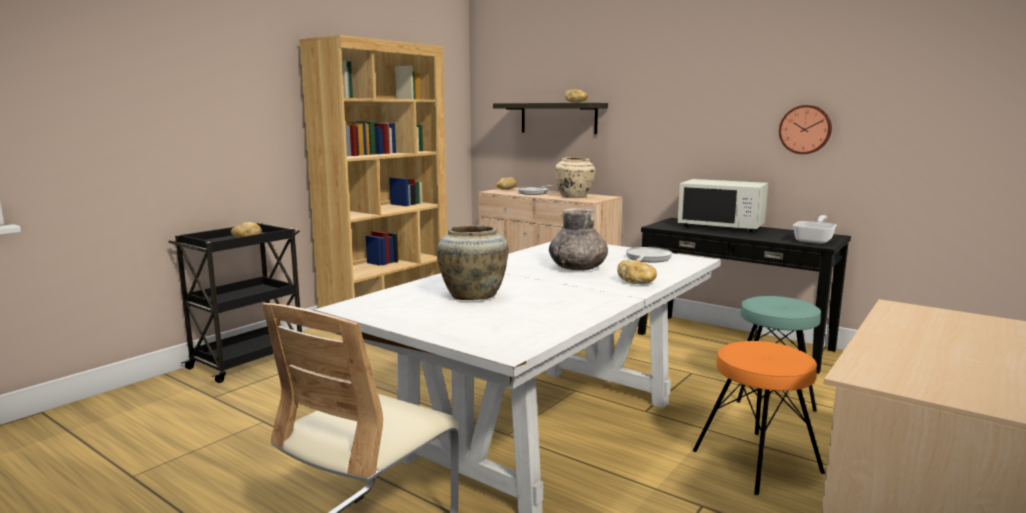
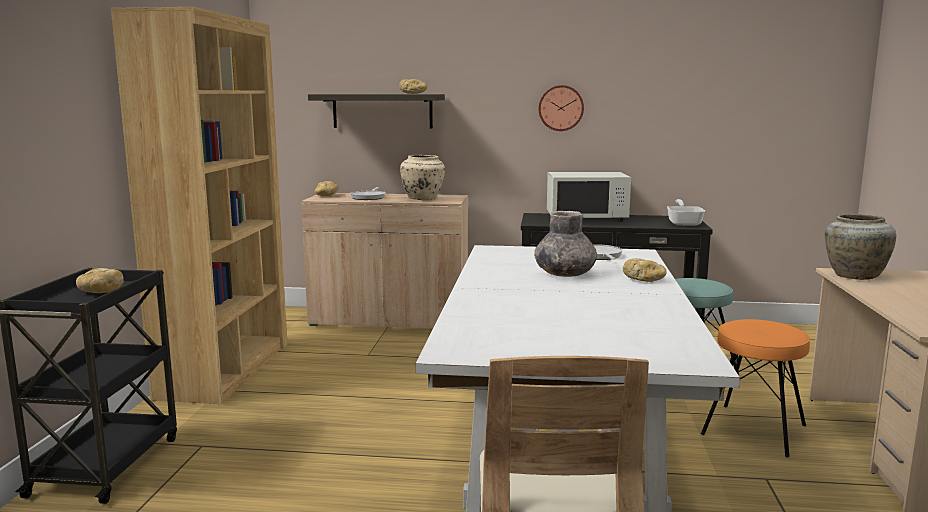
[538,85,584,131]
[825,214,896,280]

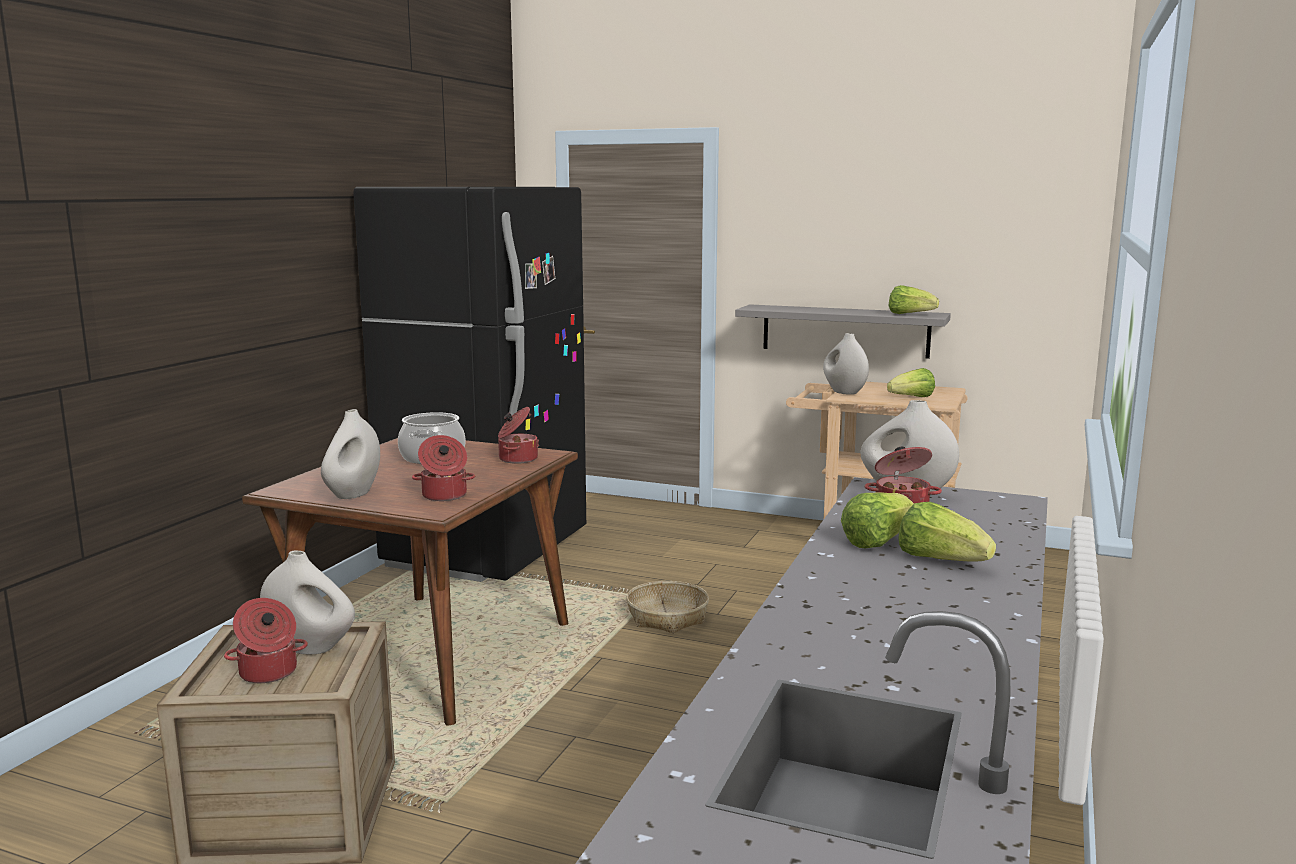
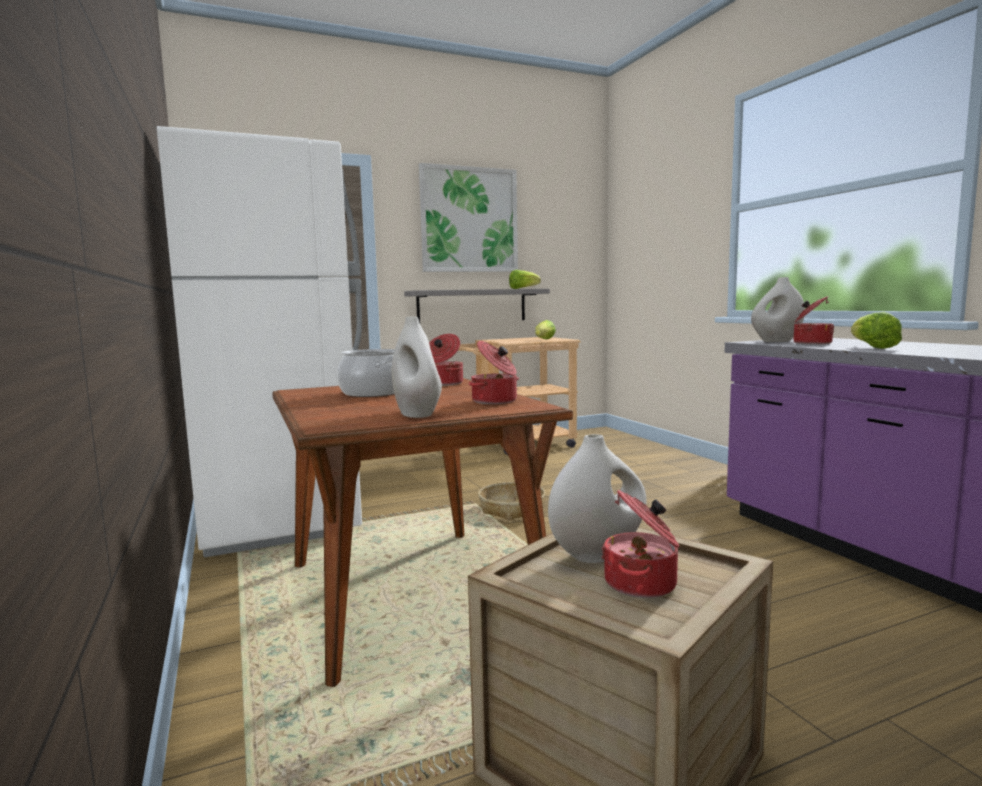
[157,126,362,557]
[419,163,518,272]
[823,333,869,395] (first image)
[898,502,996,562] (first image)

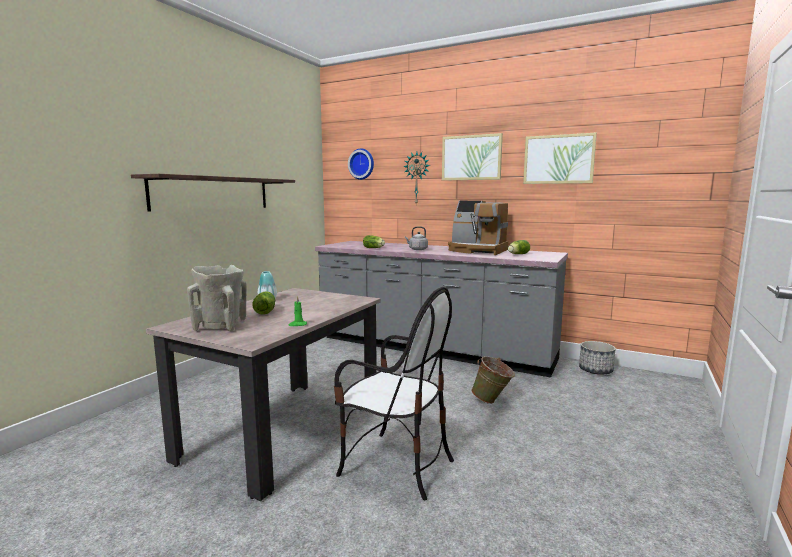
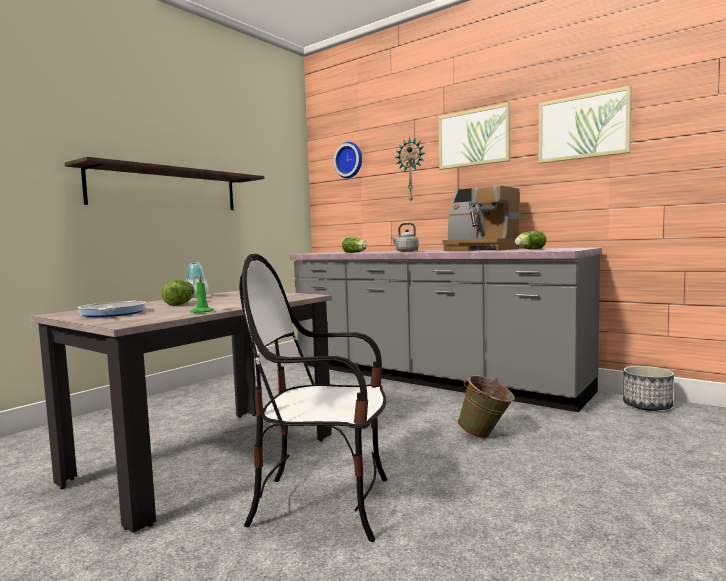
[78,301,146,317]
[239,254,387,542]

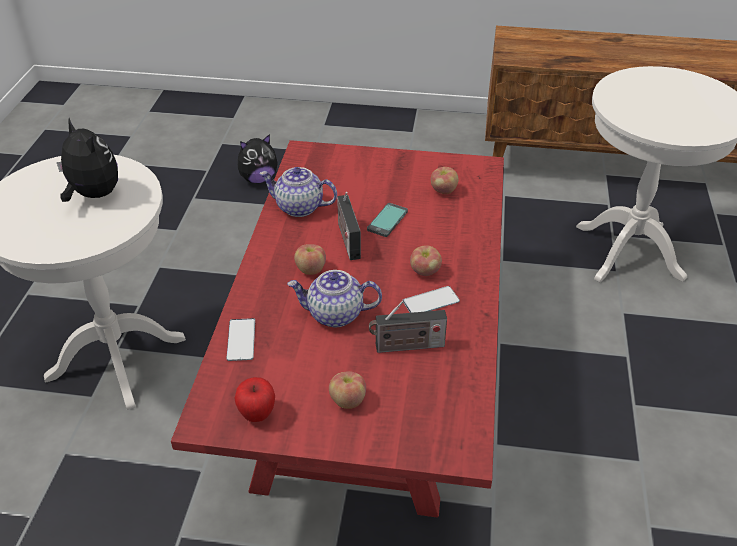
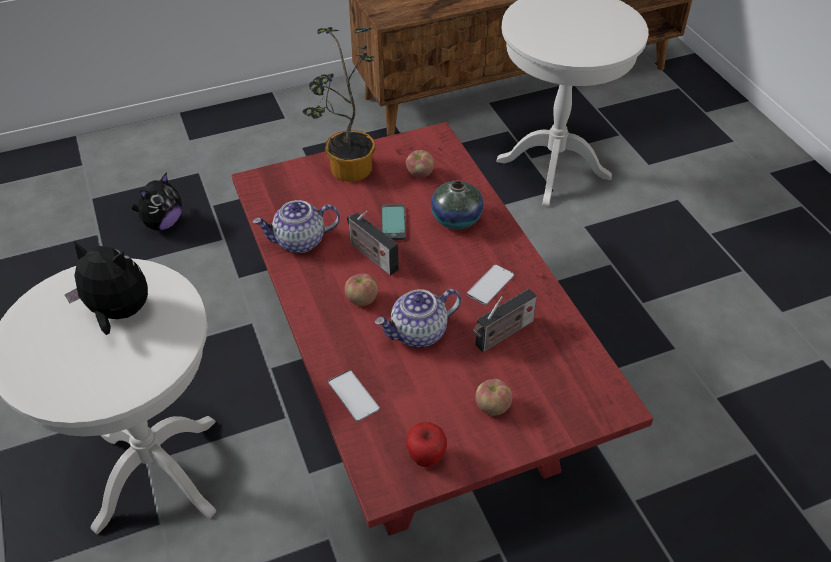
[302,27,375,182]
[431,181,484,229]
[410,245,442,276] (first image)

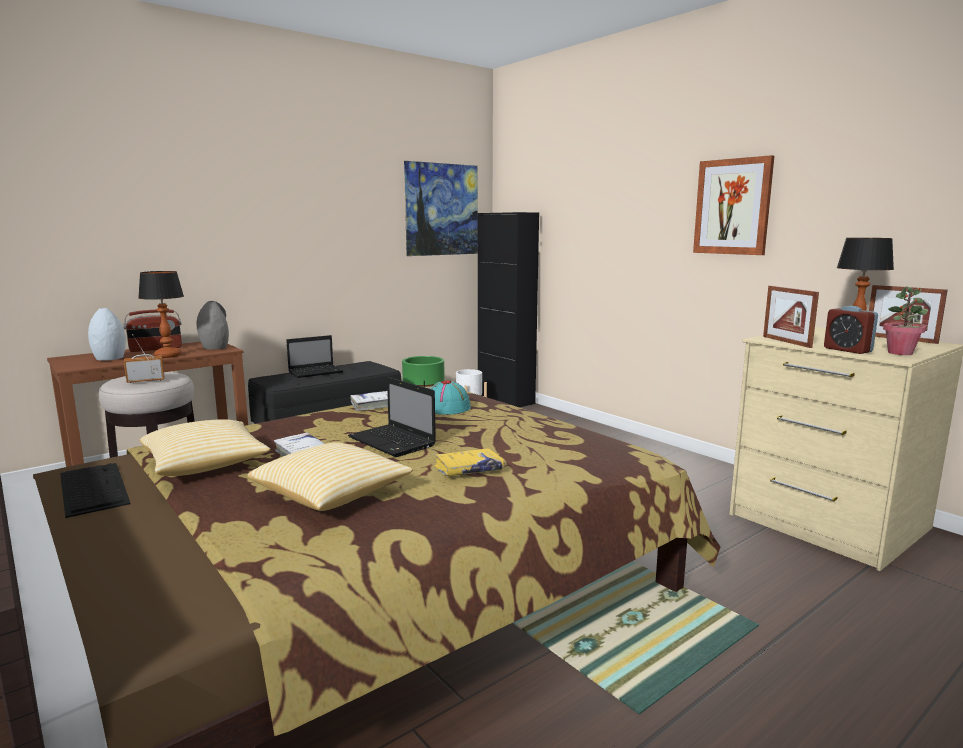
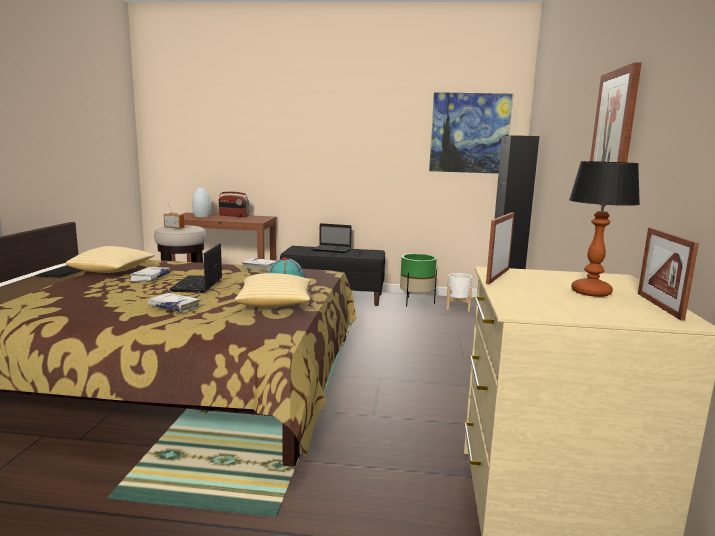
[148,293,201,312]
[235,273,311,307]
[138,271,184,358] (first image)
[197,301,229,349] (first image)
[824,306,878,354] (first image)
[883,286,928,355] (first image)

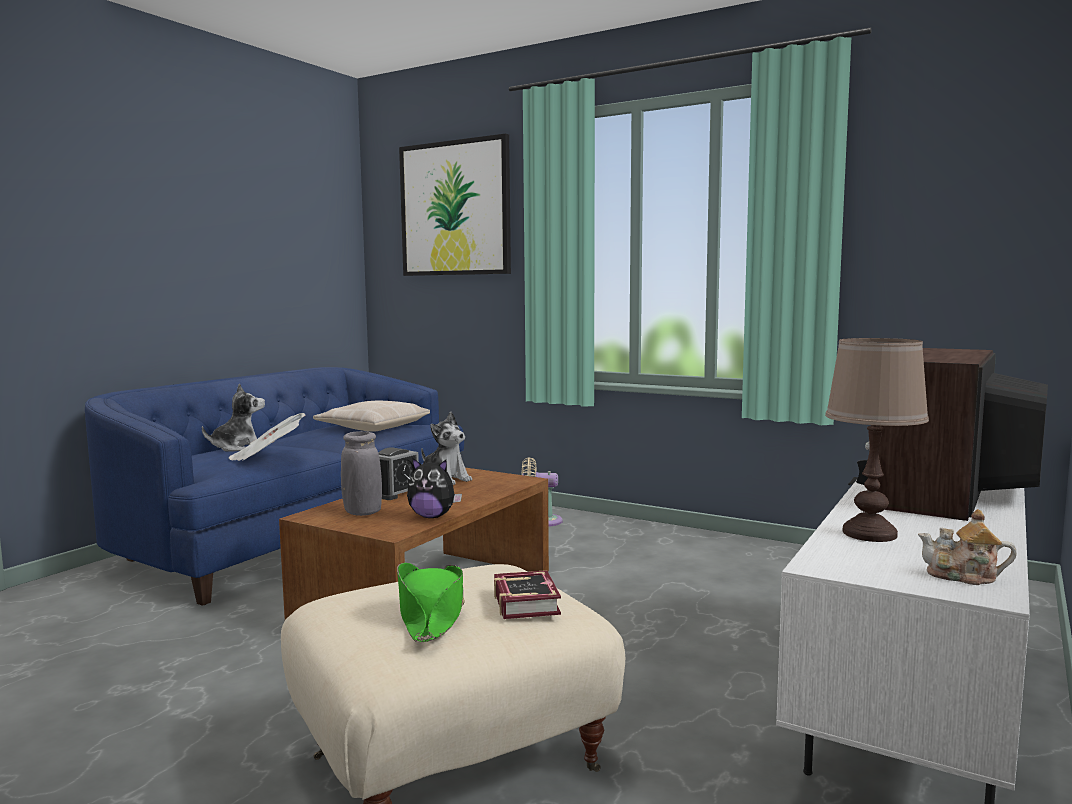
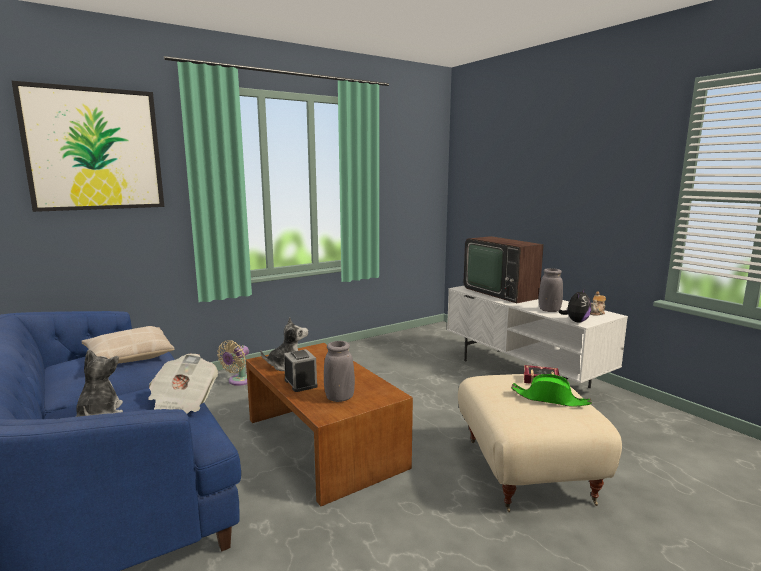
[539,268,563,312]
[559,288,591,323]

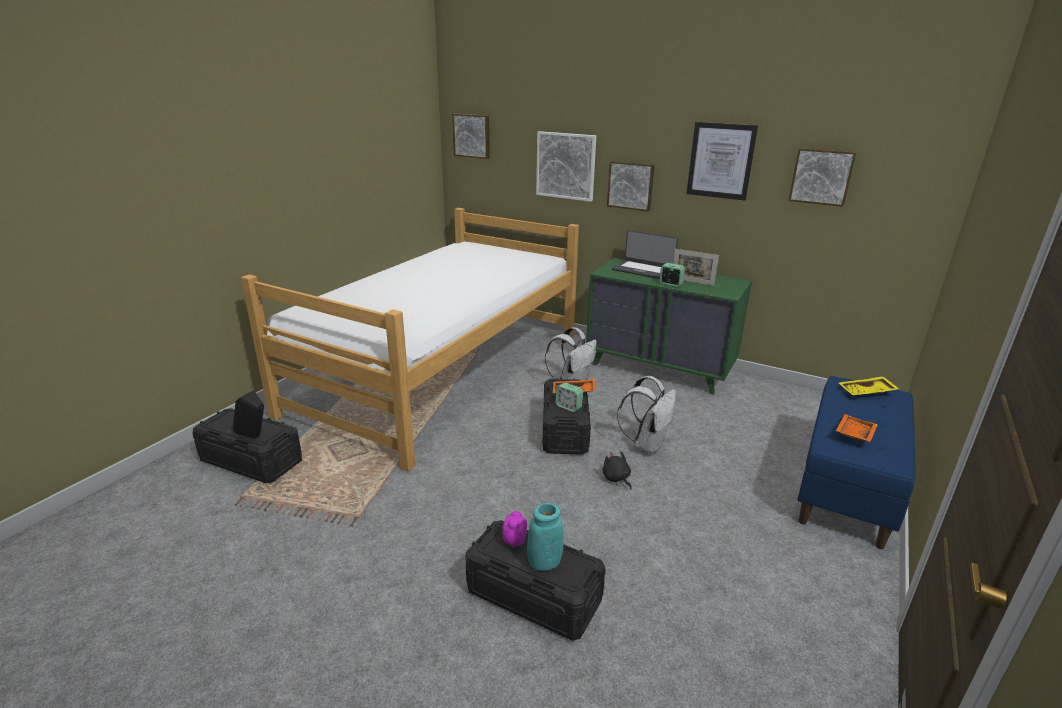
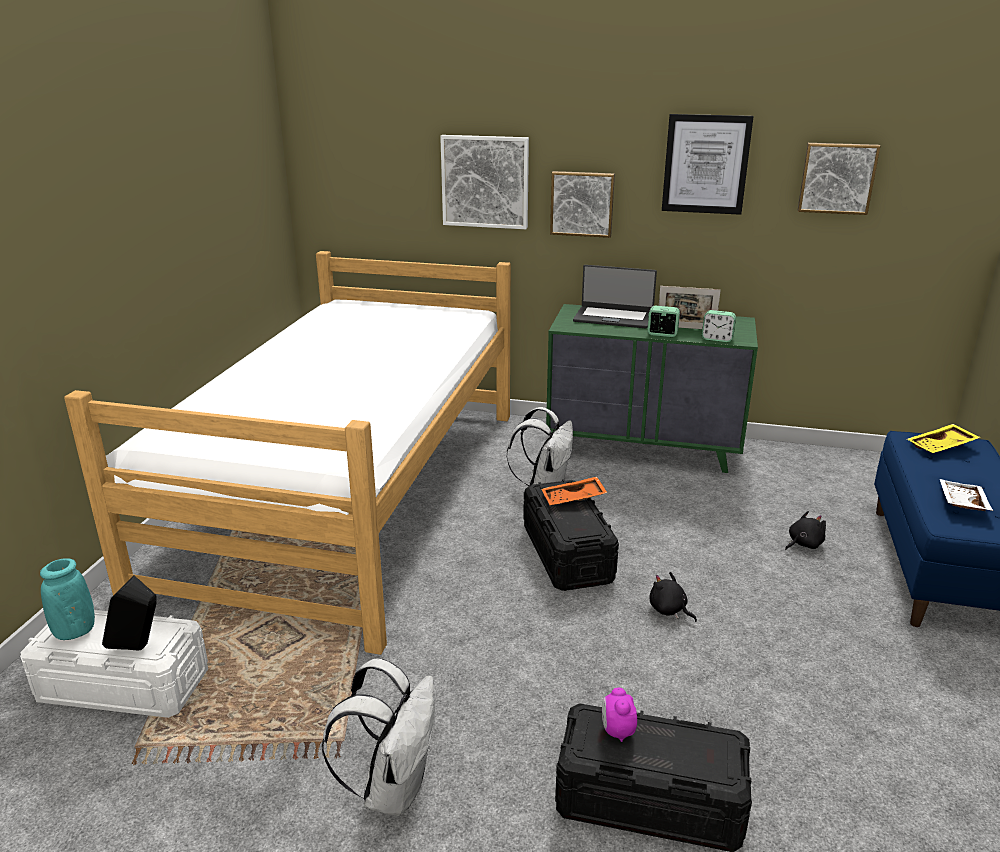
[20,610,208,718]
[40,559,95,640]
[322,658,435,816]
[702,310,736,342]
[785,511,826,550]
[940,479,993,511]
[452,113,490,159] (first image)

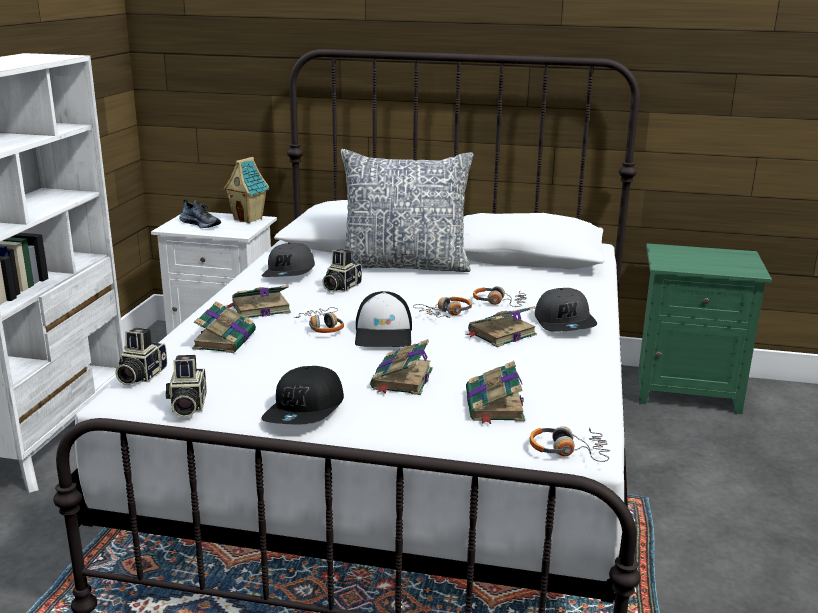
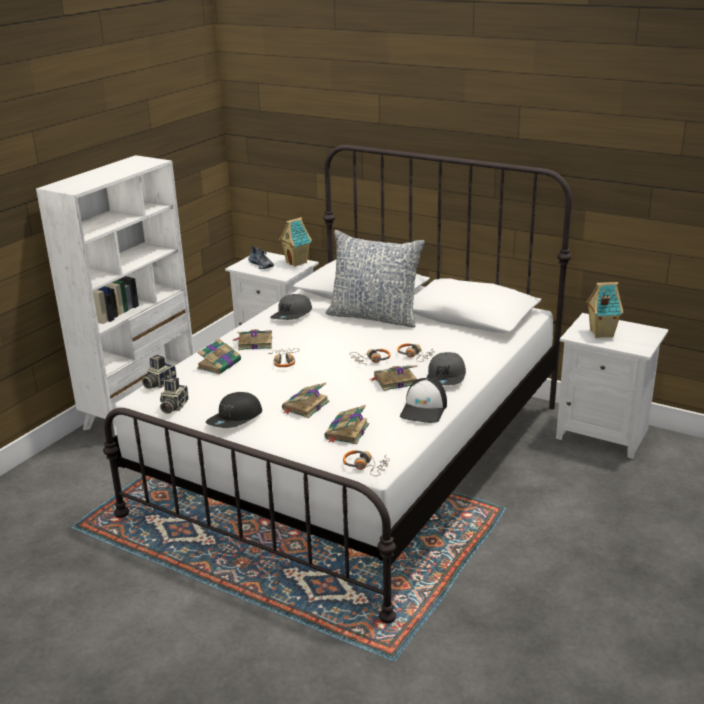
[400,378,447,423]
[556,313,668,459]
[586,282,623,338]
[322,249,362,292] (first image)

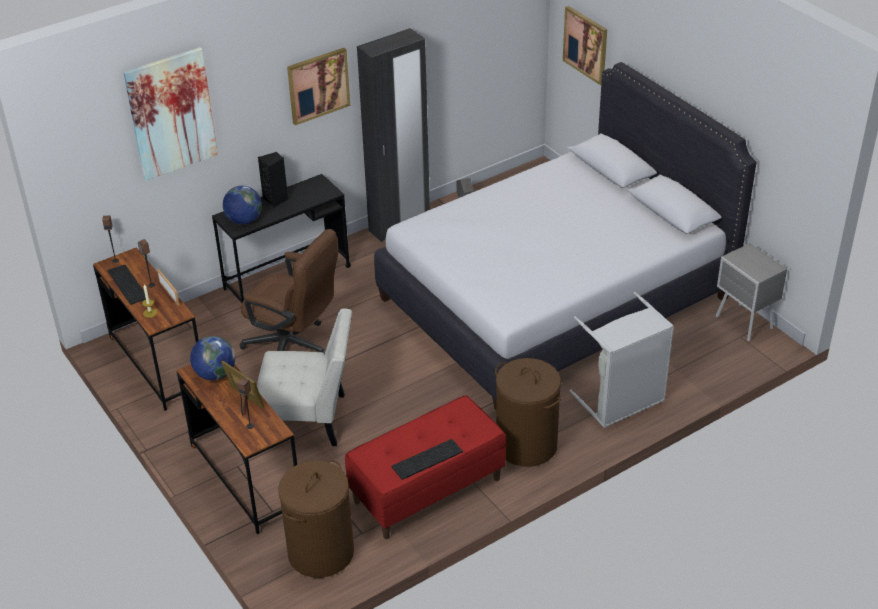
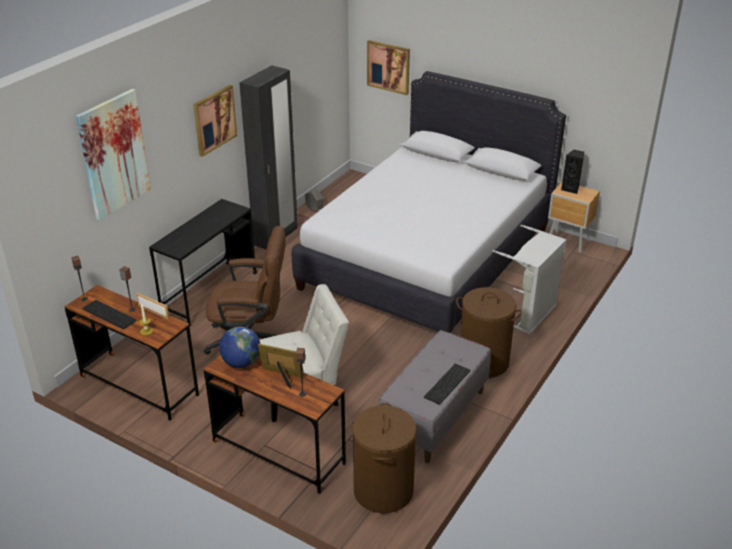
[378,330,491,463]
[548,182,600,253]
[561,150,584,194]
[223,186,262,224] (first image)

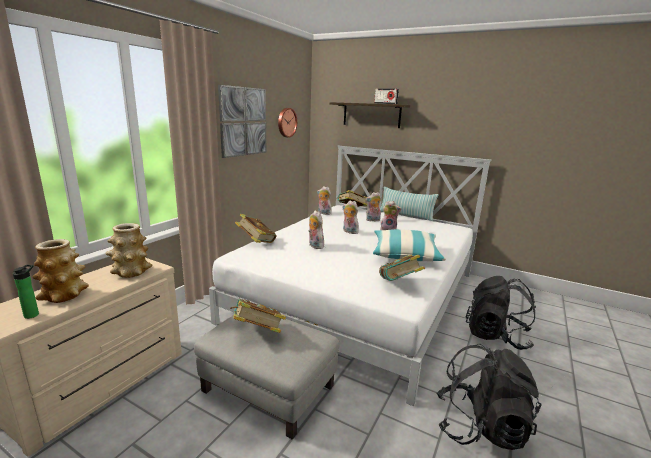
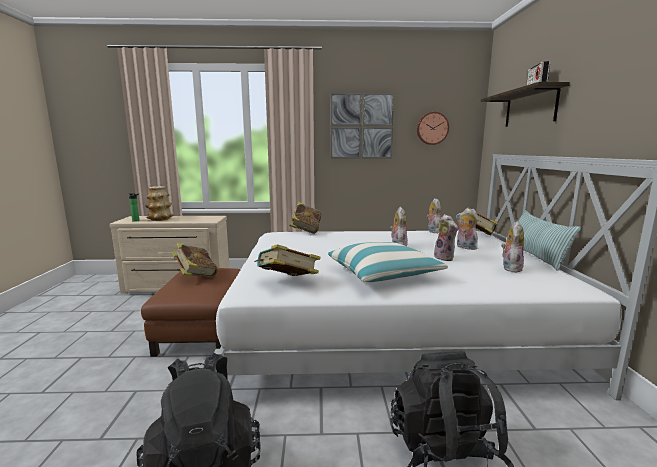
[141,268,241,357]
[501,221,524,273]
[106,223,152,278] (first image)

